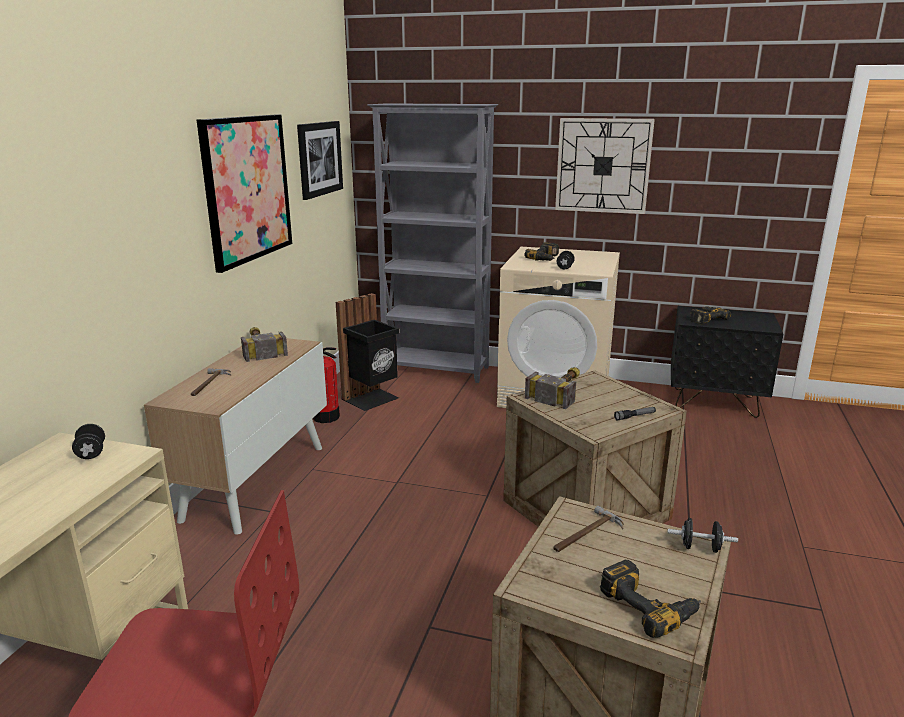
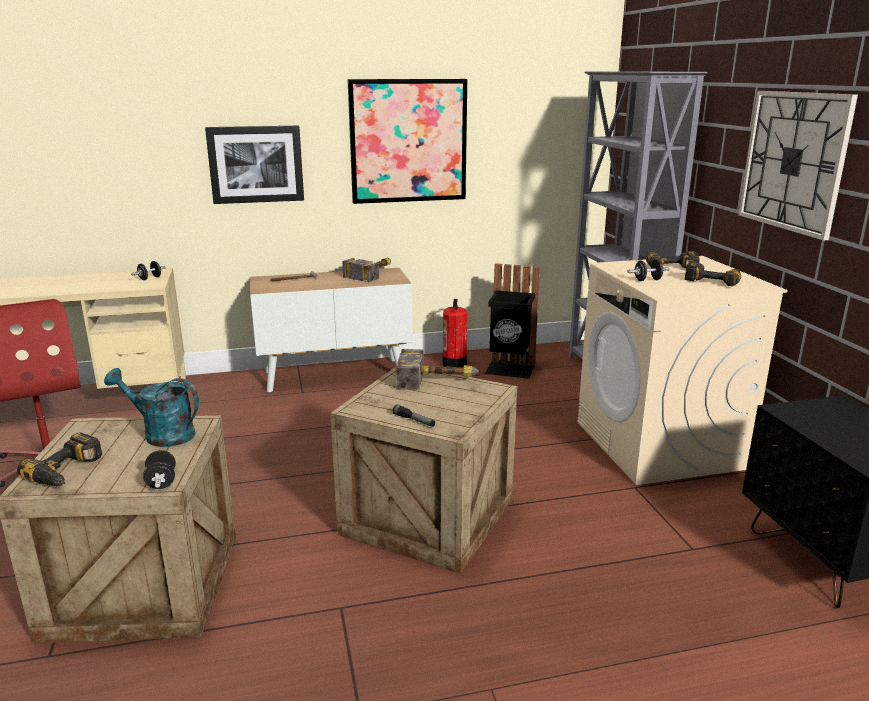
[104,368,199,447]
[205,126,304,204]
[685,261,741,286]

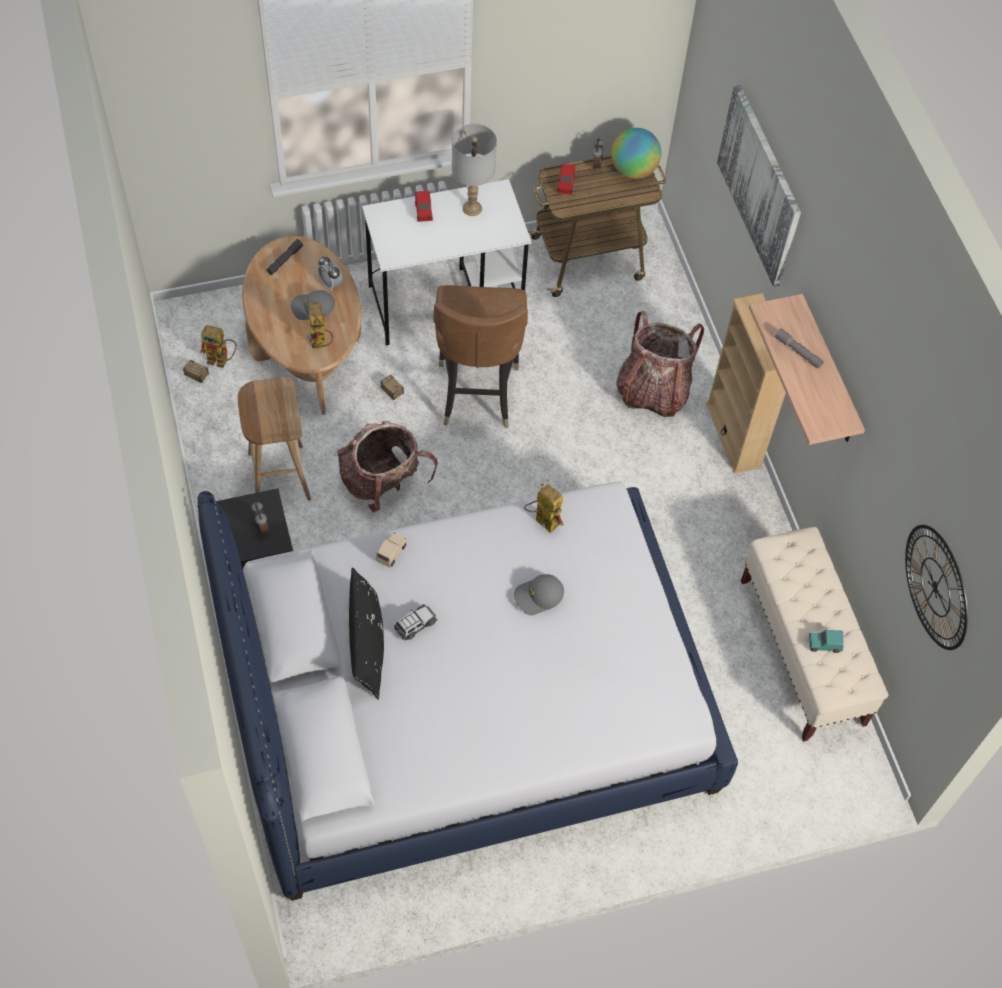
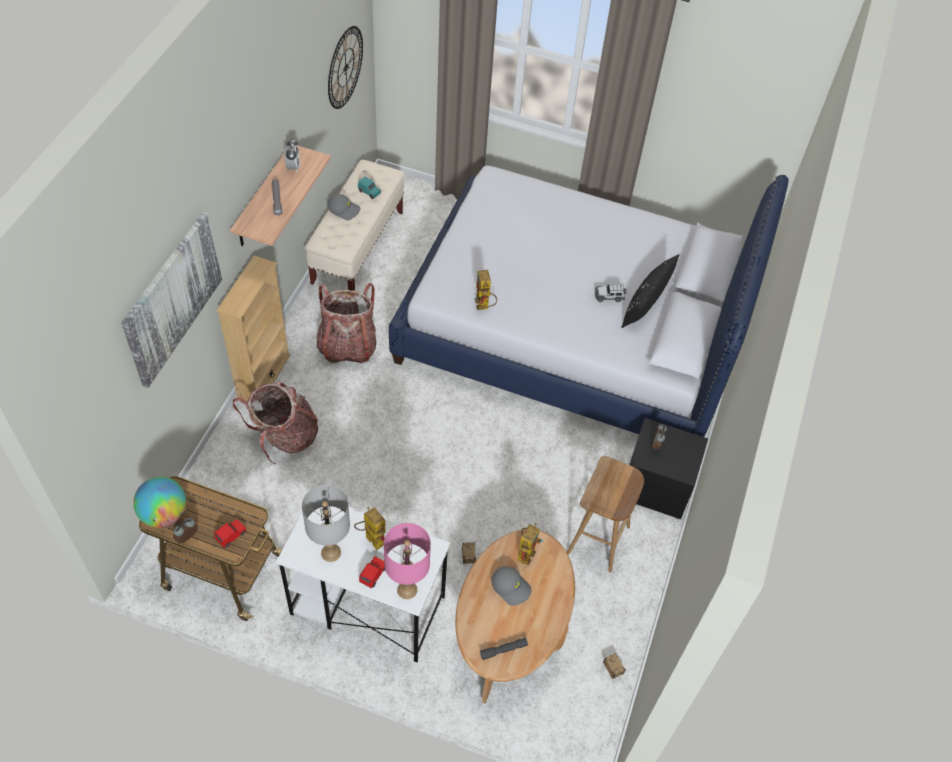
[284,139,300,172]
[316,283,376,363]
[327,194,361,220]
[354,507,386,550]
[384,523,431,599]
[376,532,406,568] (first image)
[433,285,528,428] (first image)

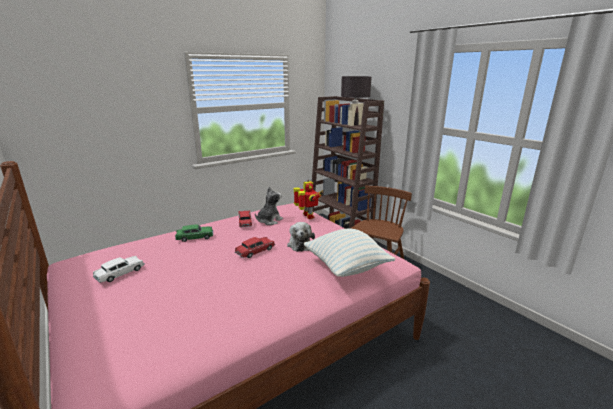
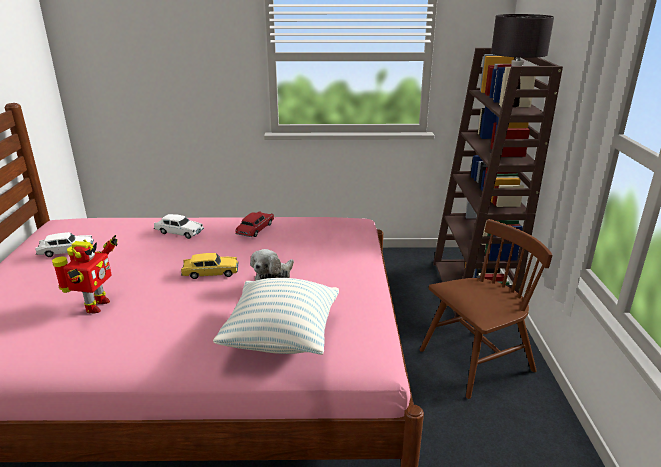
[52,235,118,313]
[154,214,204,239]
[181,253,238,279]
[255,187,283,225] (first image)

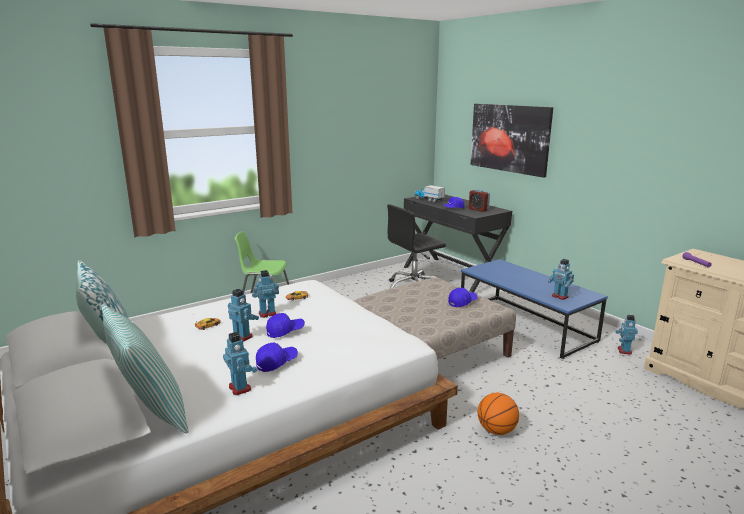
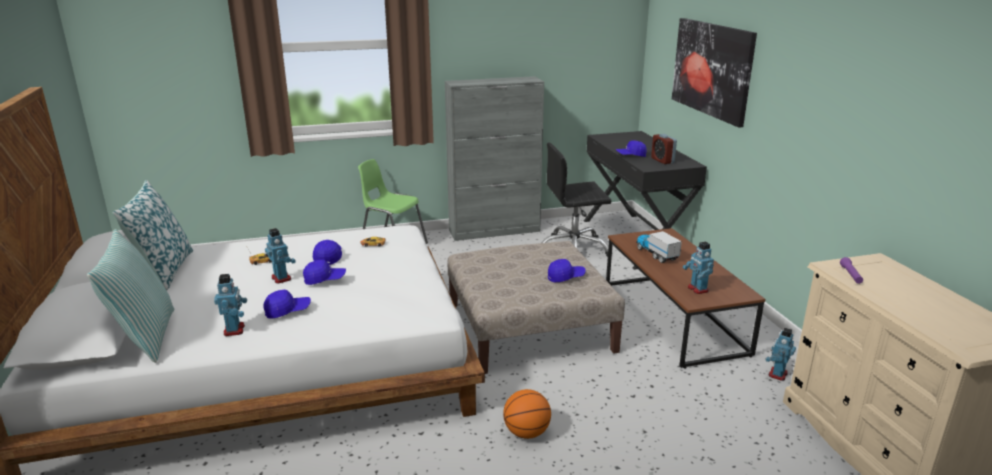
[313,240,342,265]
[445,76,544,241]
[606,228,765,369]
[636,231,682,263]

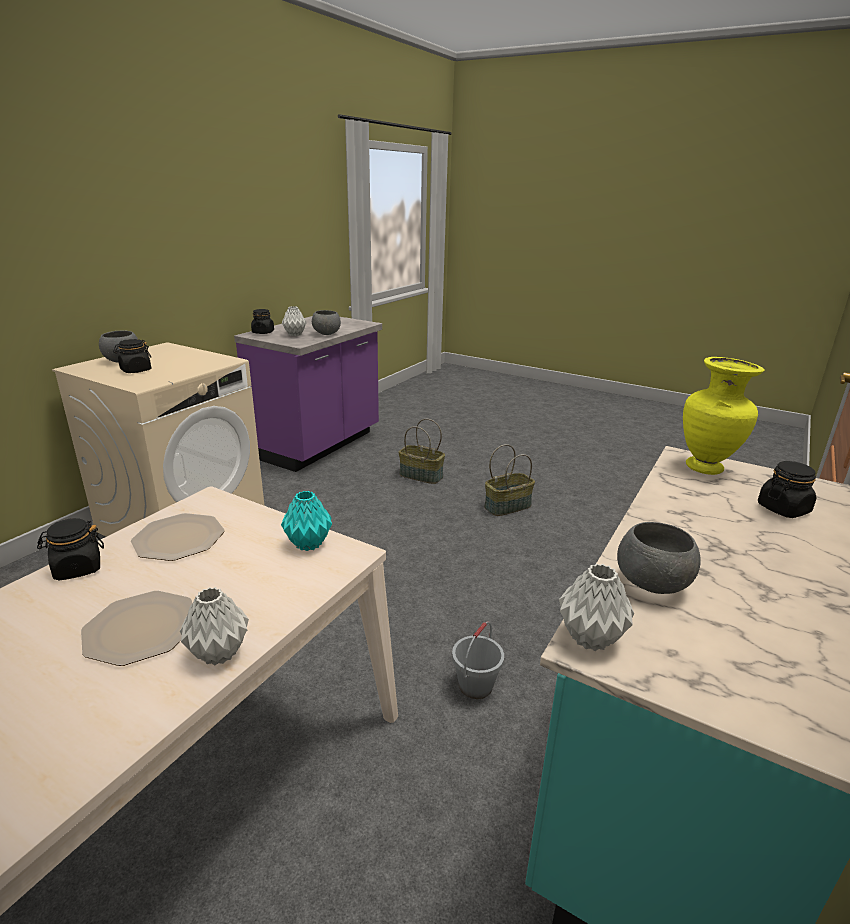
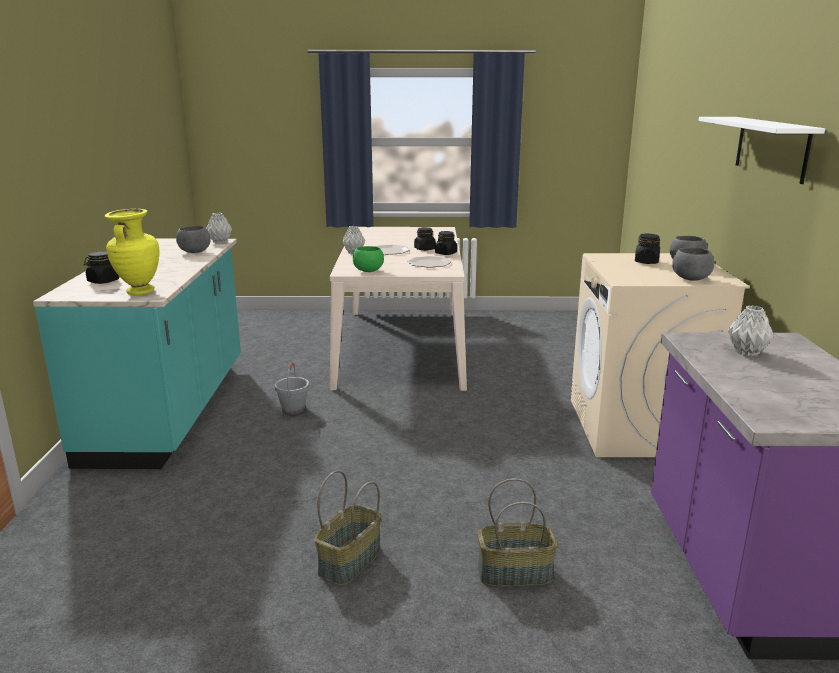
[353,246,384,272]
[414,227,436,251]
[672,247,714,281]
[699,117,825,184]

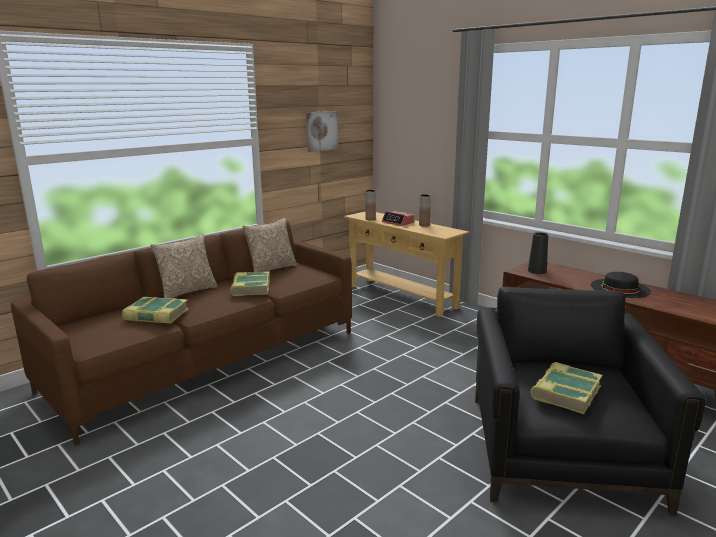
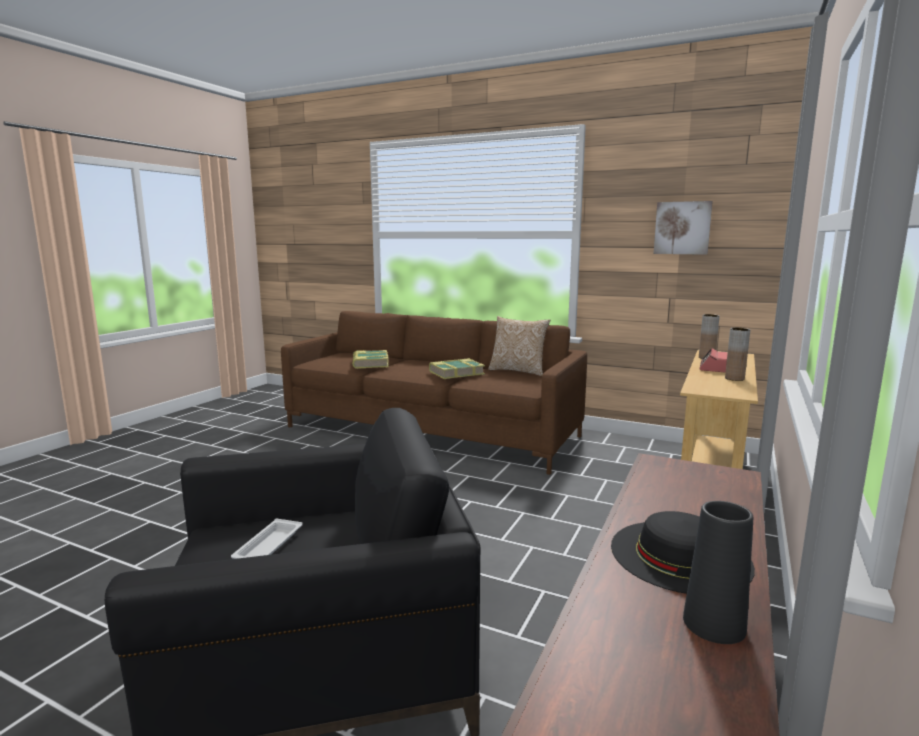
[231,518,303,559]
[683,501,753,644]
[150,234,218,299] (first image)

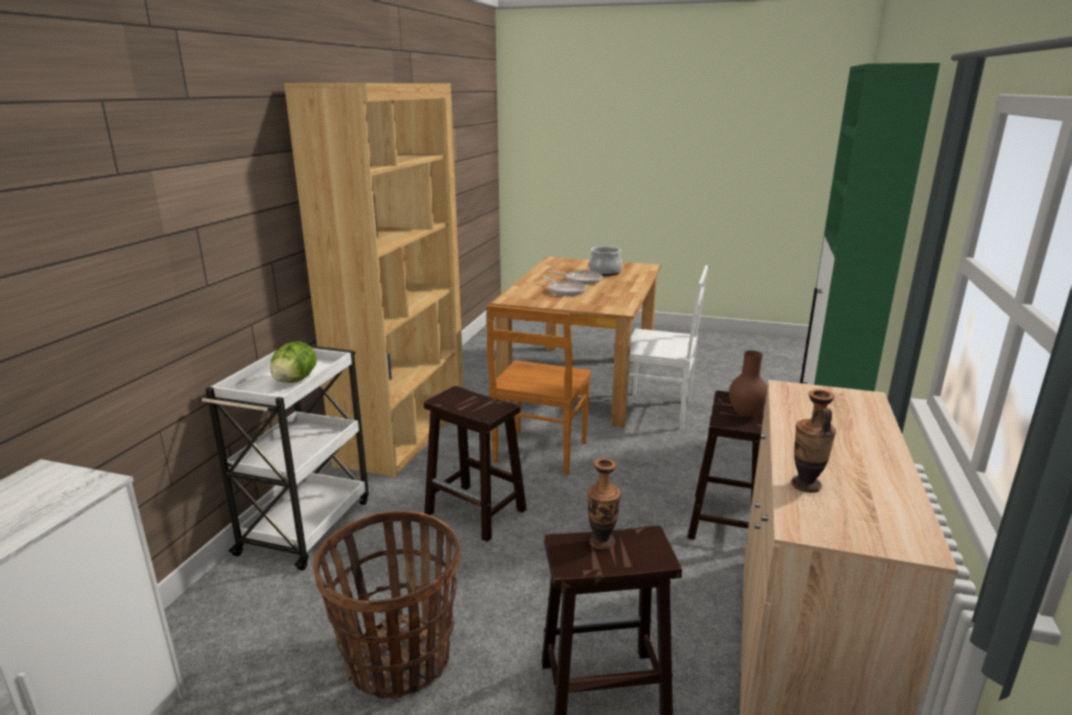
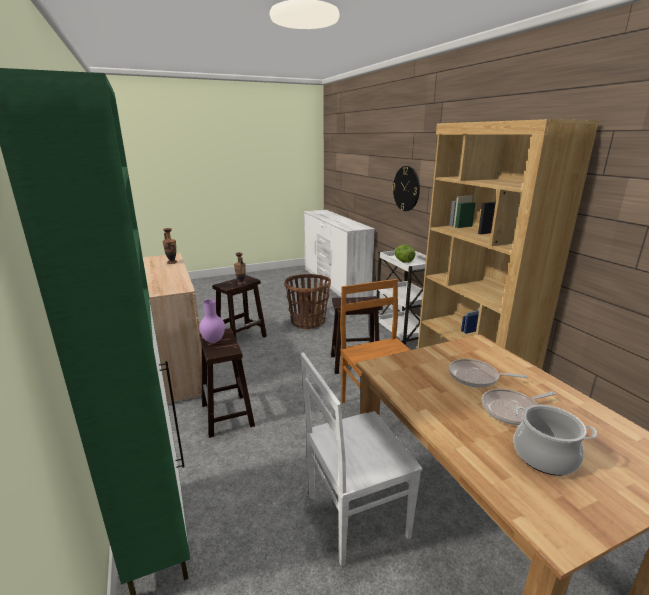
[199,299,225,343]
[392,166,420,211]

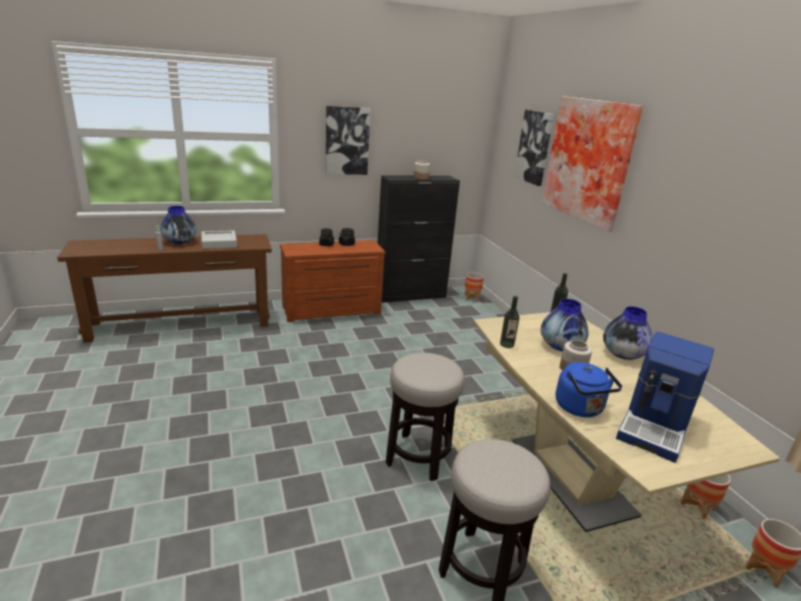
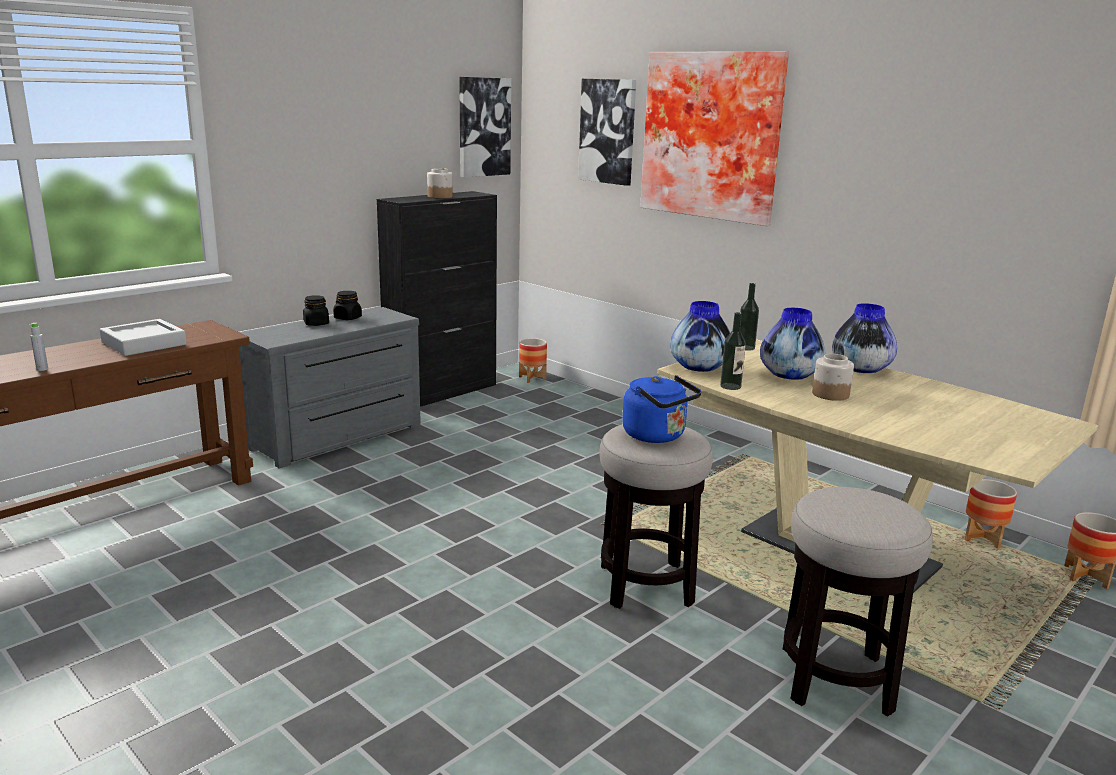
[239,307,421,469]
[459,77,511,177]
[622,375,701,443]
[670,301,730,372]
[616,332,714,463] (first image)

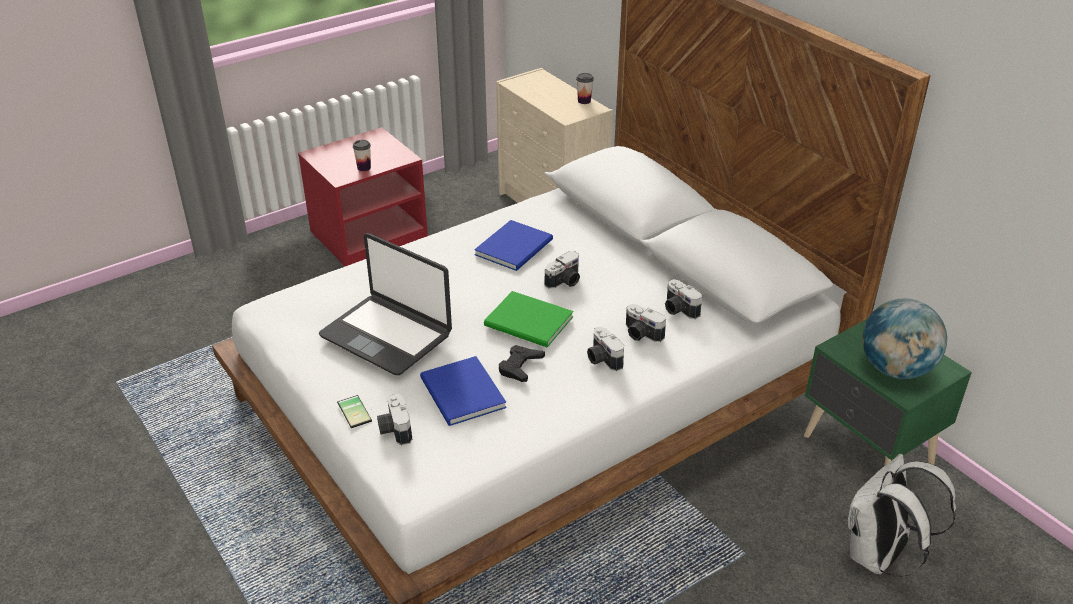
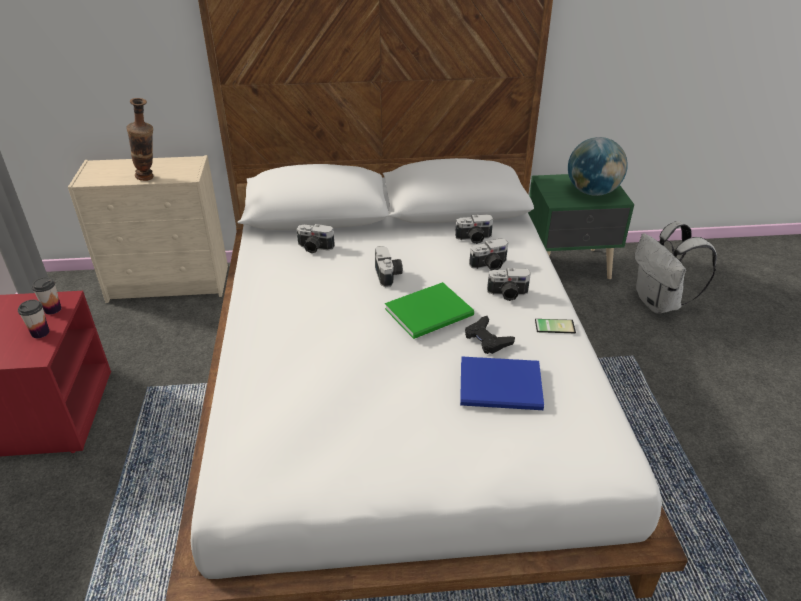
[32,277,61,314]
[127,98,153,181]
[297,224,335,253]
[535,319,576,333]
[319,233,452,376] (first image)
[474,220,553,271] (first image)

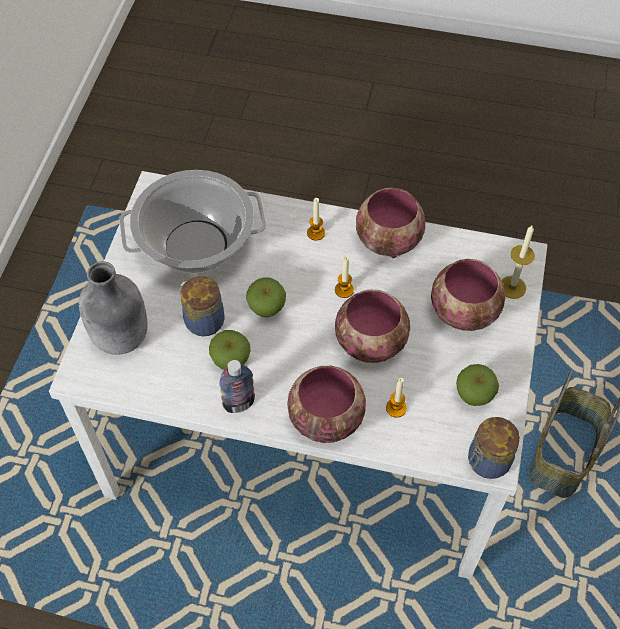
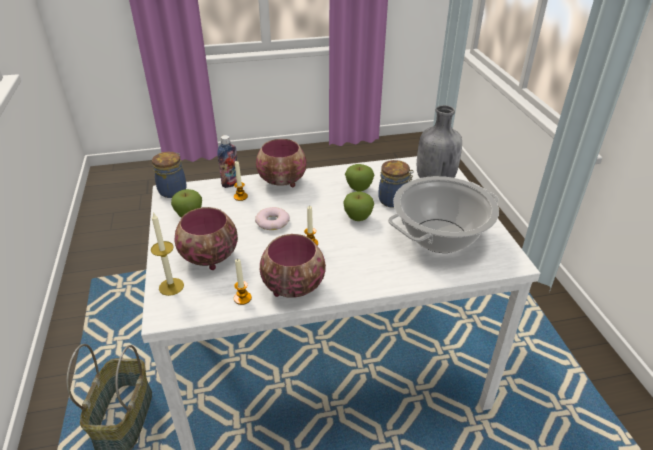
[217,135,238,188]
[234,259,252,305]
[255,207,290,230]

